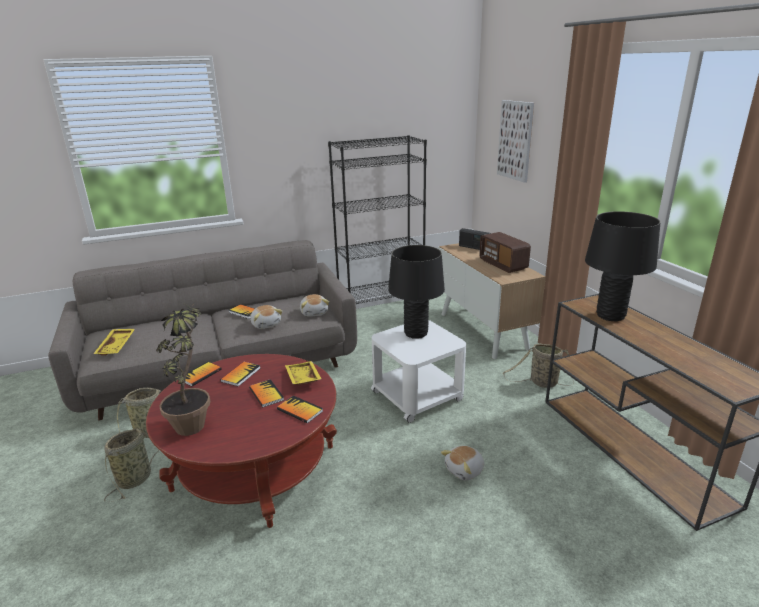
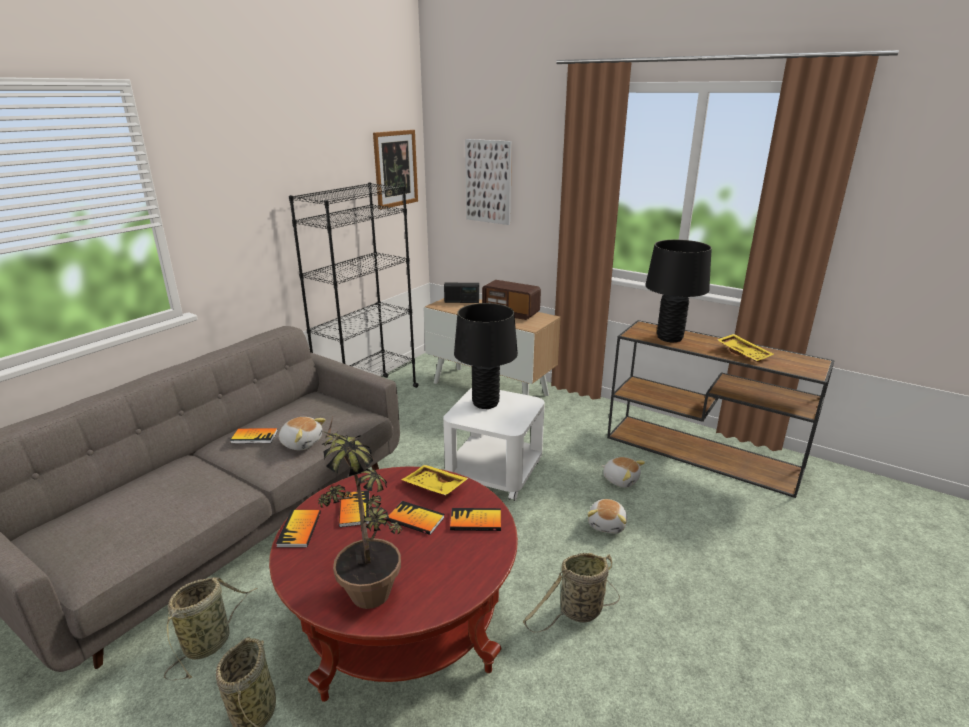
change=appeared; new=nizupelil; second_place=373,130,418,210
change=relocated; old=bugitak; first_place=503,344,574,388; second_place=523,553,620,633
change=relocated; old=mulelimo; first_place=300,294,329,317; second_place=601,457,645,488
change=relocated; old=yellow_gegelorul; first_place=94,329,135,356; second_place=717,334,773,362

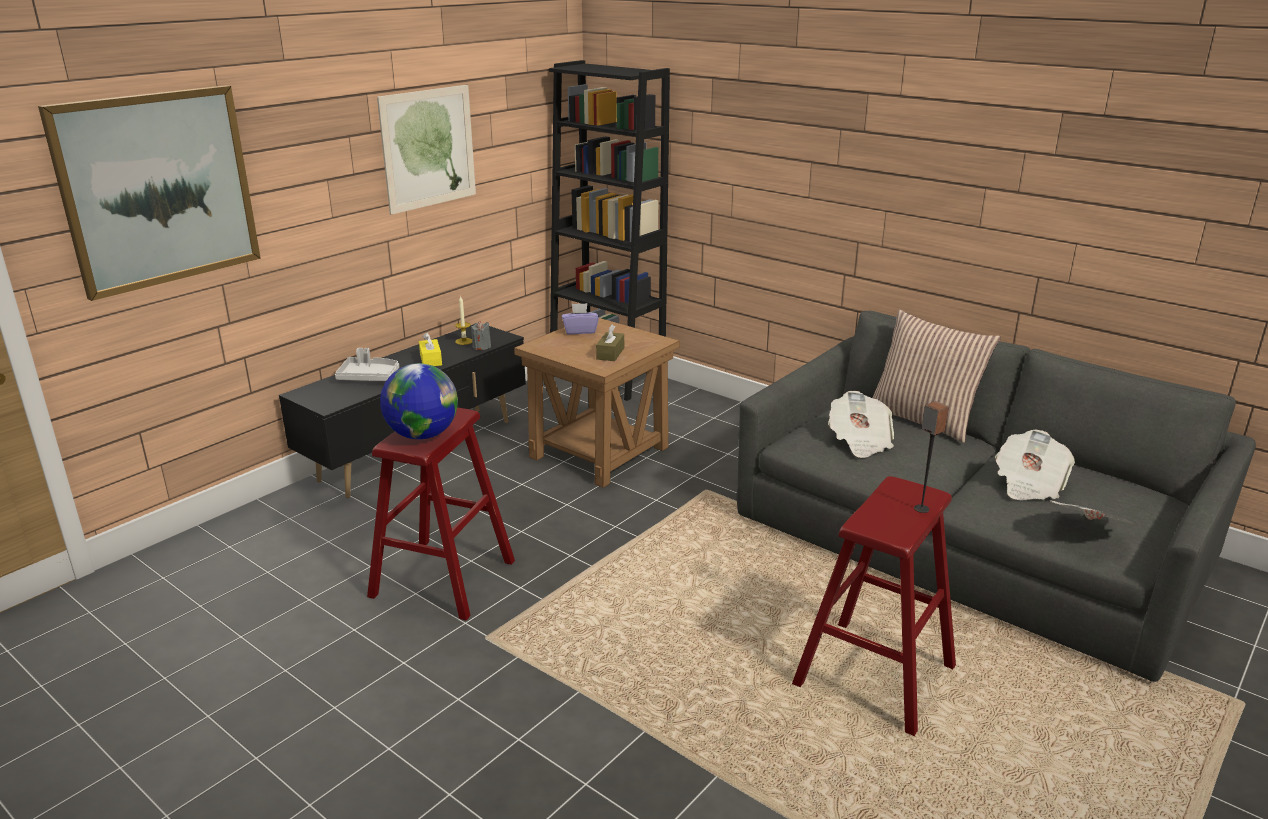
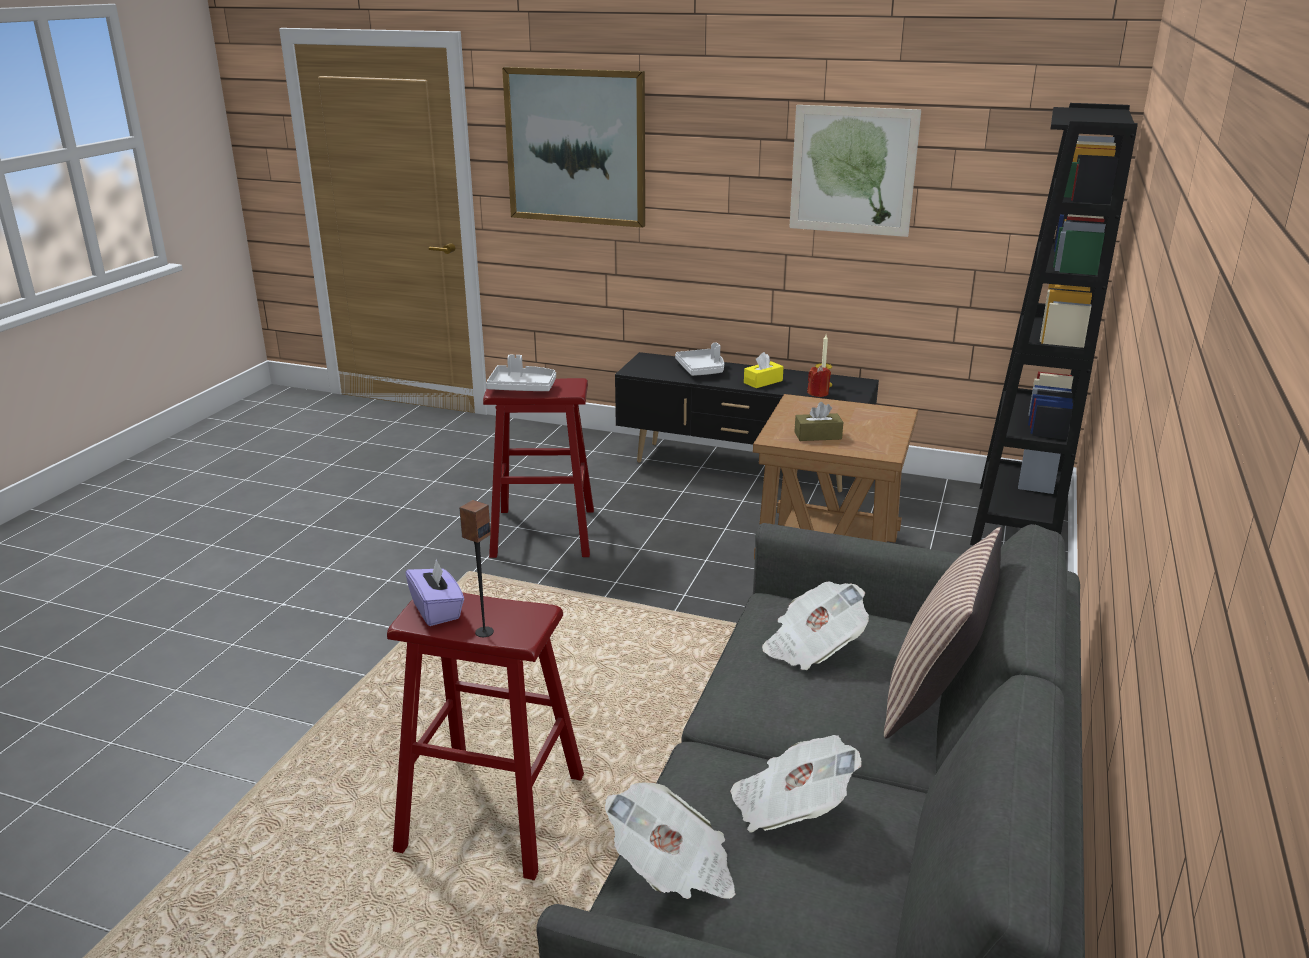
change=relocated; old=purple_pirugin; first_place=562,303,599,335; second_place=405,558,464,626
change=exchanged; old=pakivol; new=grey_gegelorul; first_place=380,363,458,439; second_place=486,355,556,391
change=colour; old=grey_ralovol; new=red_ralovol; first_place=471,321,491,350; second_place=807,365,831,397

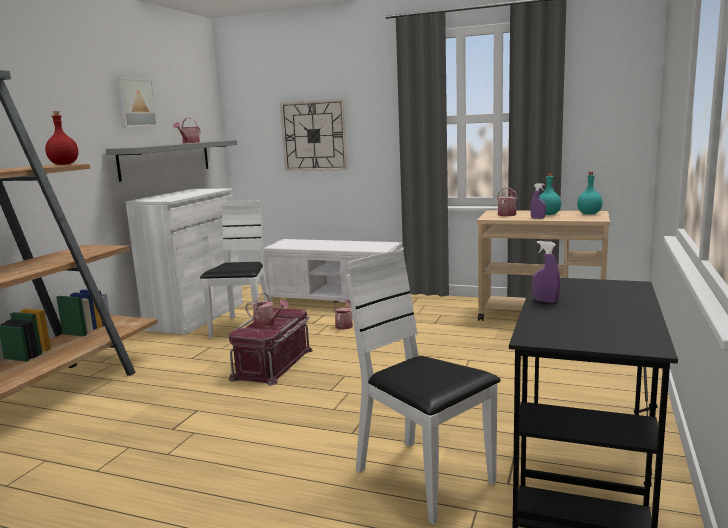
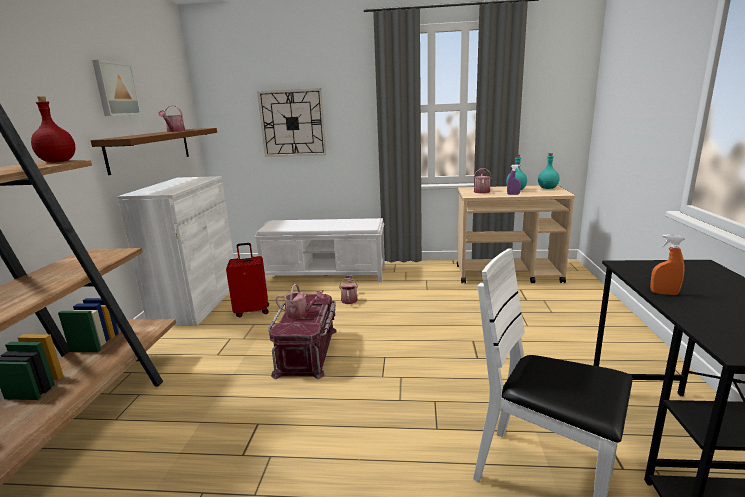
change=colour; old=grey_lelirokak; new=brown_lelirokak; first_place=105,140,237,182; second_place=91,128,217,175
change=exchanged; old=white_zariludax; new=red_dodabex; first_place=200,200,269,338; second_place=226,243,269,318
change=colour; old=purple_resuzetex; new=orange_resuzetex; first_place=533,241,560,303; second_place=650,234,685,295

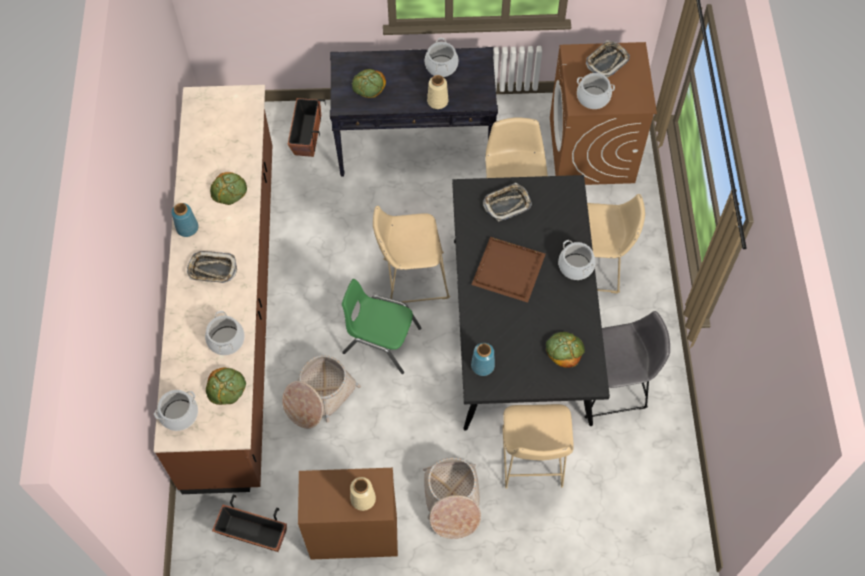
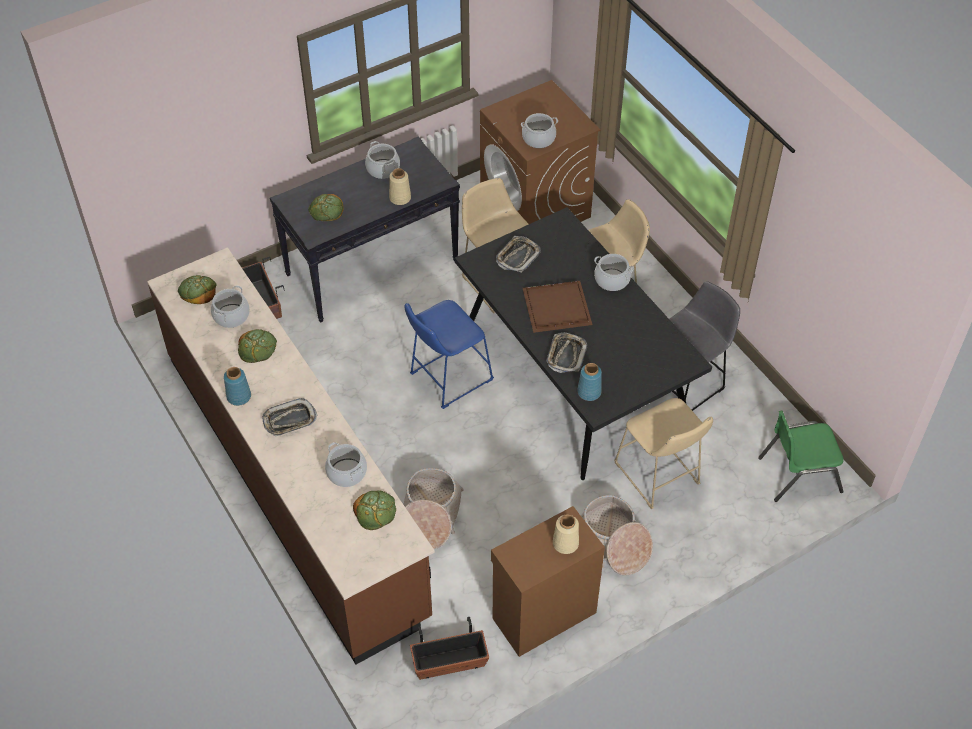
change=relocated; old=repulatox; first_place=546,332,585,368; second_place=178,275,217,304
change=relocated; old=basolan; first_place=154,390,198,431; second_place=211,285,250,328
change=colour; old=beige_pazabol; new=blue_pazabol; first_place=373,206,450,303; second_place=405,300,494,409
change=relocated; old=gegelorul; first_place=586,40,630,78; second_place=546,333,587,373
change=relocated; old=green_zariludax; first_place=342,279,421,374; second_place=758,410,844,502

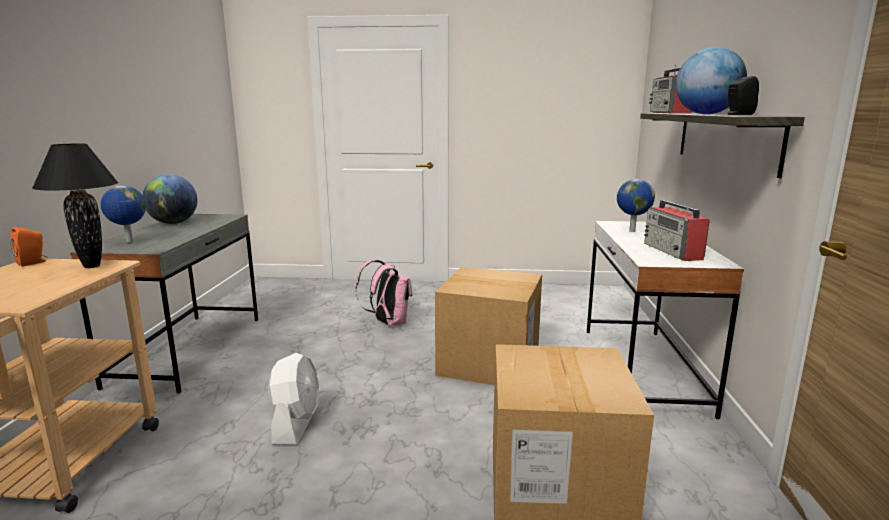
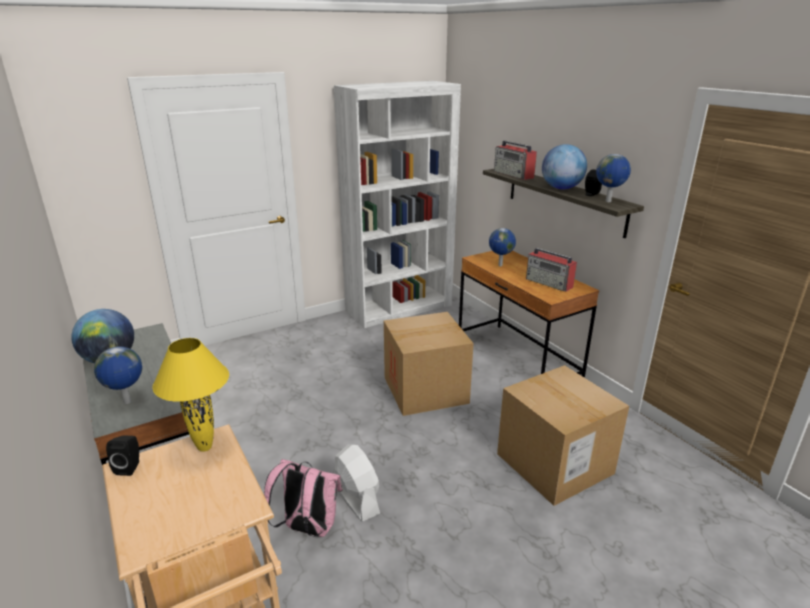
change=colour; old=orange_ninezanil; new=black_ninezanil; first_place=11,227,47,267; second_place=106,436,139,476
change=colour; old=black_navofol; new=yellow_navofol; first_place=32,143,118,268; second_place=152,338,229,452
change=relocated; old=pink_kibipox; first_place=356,260,412,326; second_place=264,459,343,537
change=appeared; new=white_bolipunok; second_place=334,81,461,328
change=colour; old=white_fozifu; new=brown_fozifu; first_place=587,221,744,419; second_place=459,251,599,378
change=appeared; new=pakivol; second_place=596,154,631,202

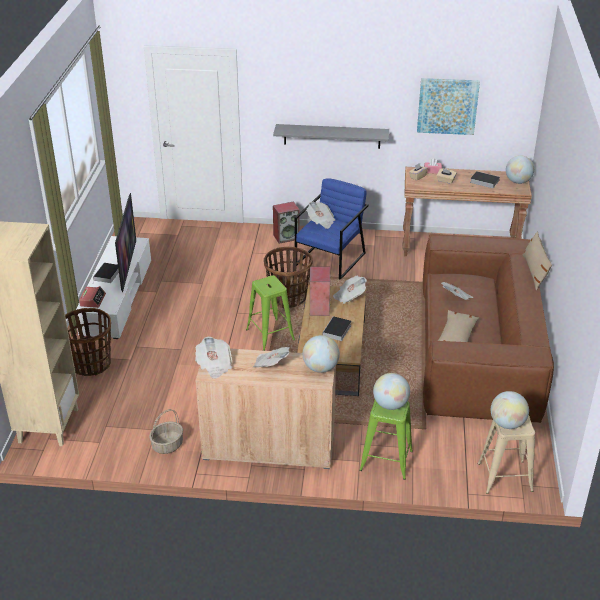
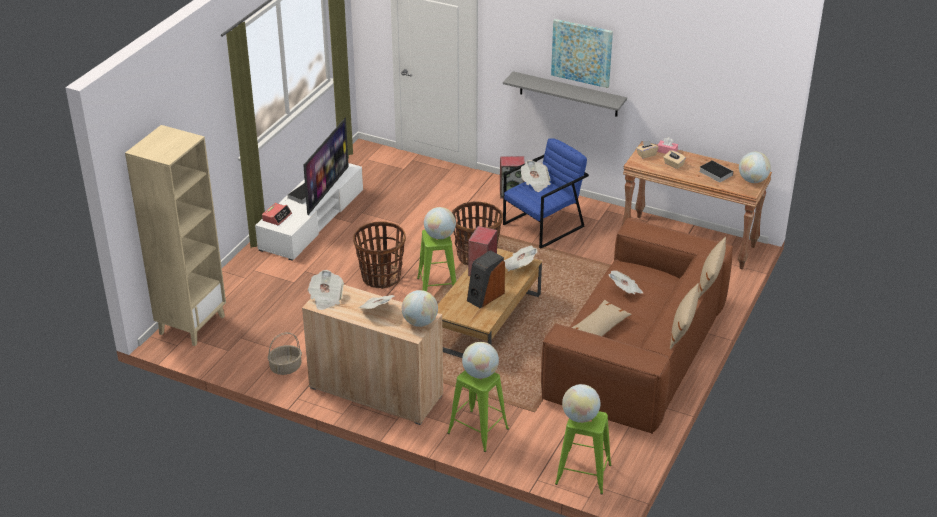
change=relocated; old=bugitak; first_place=65,308,111,376; second_place=353,221,406,289
change=appeared; new=pakivol; second_place=424,207,456,239
change=exchanged; old=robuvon; new=ninezanil; first_place=323,316,352,341; second_place=467,250,505,308
change=relocated; old=nizupelil; first_place=417,78,480,135; second_place=551,19,613,88
change=colour; old=beige_pazabol; new=green_pazabol; first_place=477,415,535,494; second_place=555,411,612,495
change=appeared; new=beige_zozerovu; second_place=670,283,699,349

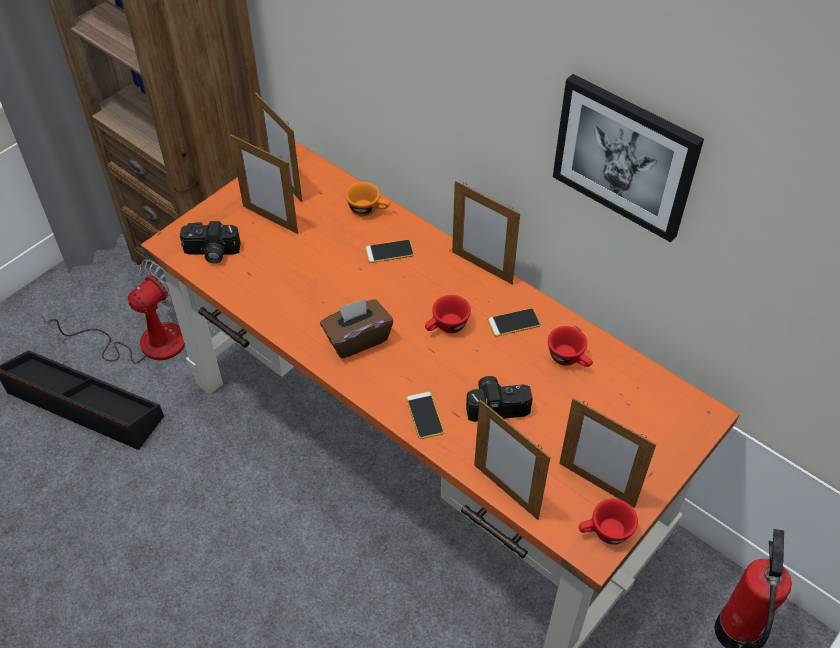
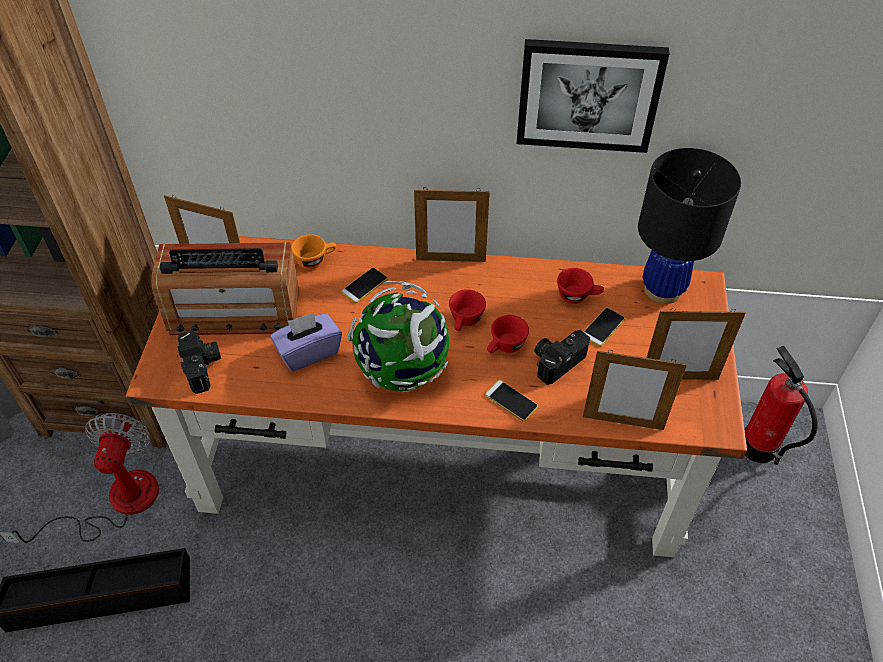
change=exchanged; old=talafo; new=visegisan; first_place=230,134,298,234; second_place=151,242,299,335
change=spun; old=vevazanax; first_place=180,221,241,264; second_place=178,330,221,394; degrees=-75
change=appeared; new=purple_pirugin; second_place=270,312,342,371
change=exchanged; old=brown_pirugin; new=pakivol; first_place=320,298,393,359; second_place=348,281,449,392
change=relocated; old=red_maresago; first_place=579,499,638,545; second_place=487,315,529,354
change=relocated; old=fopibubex; first_place=488,308,541,337; second_place=584,308,625,347
change=appeared; new=black_navofol; second_place=638,148,741,304

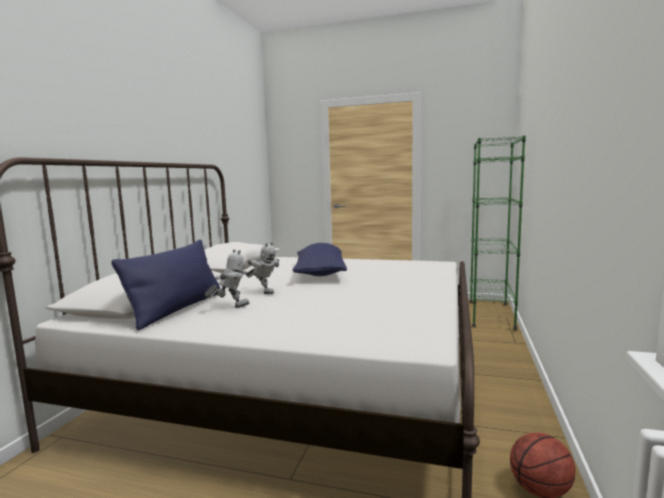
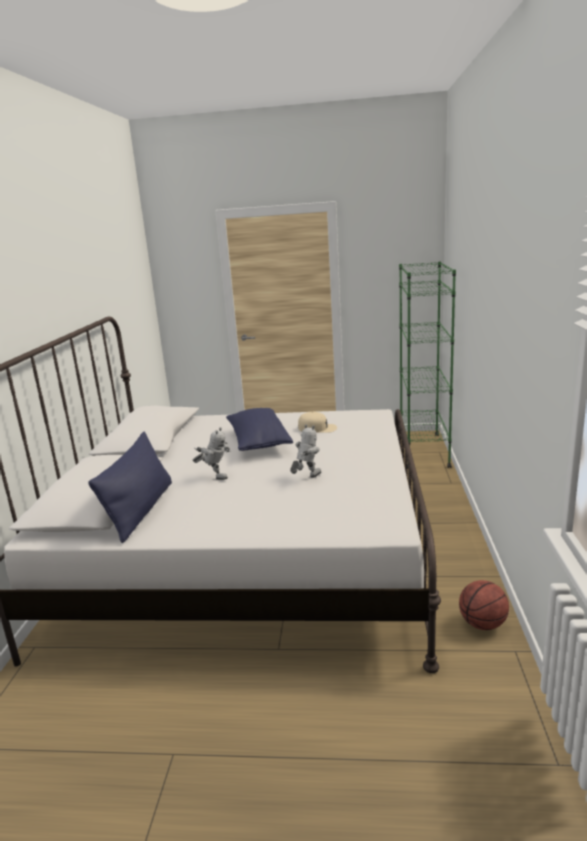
change=relocated; old=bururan; first_place=205,249,249,308; second_place=290,424,321,478
change=appeared; new=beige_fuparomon; second_place=298,412,337,433

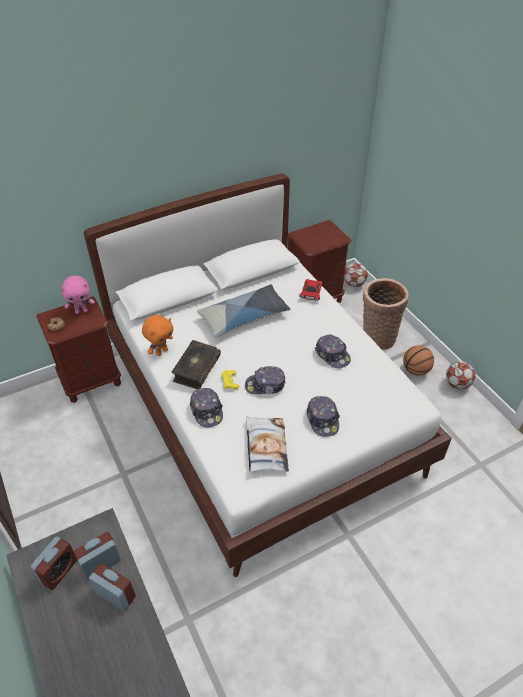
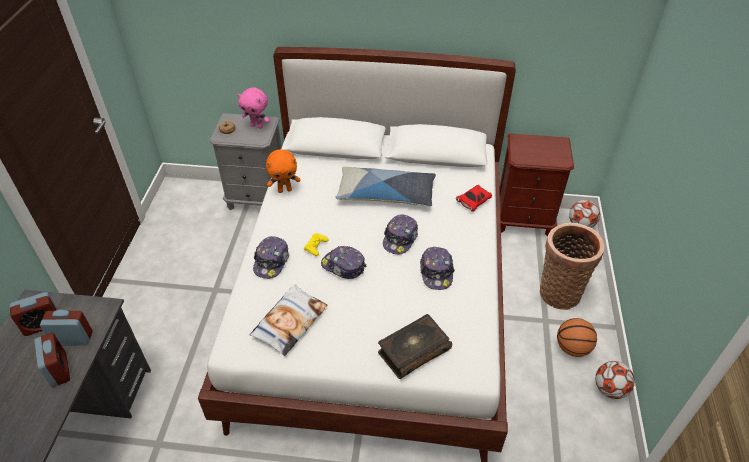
change=colour; old=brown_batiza; new=grey_batiza; first_place=36,296,121,403; second_place=209,113,281,210
change=relocated; old=robuvon; first_place=172,340,221,389; second_place=378,314,452,379
change=relocated; old=fuparomon; first_place=306,396,340,437; second_place=383,214,418,254

